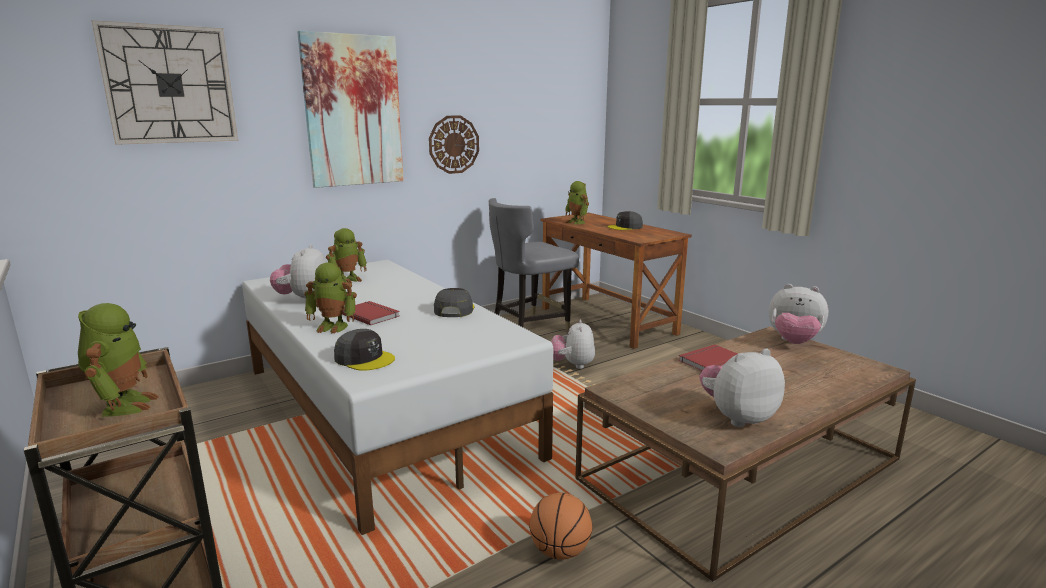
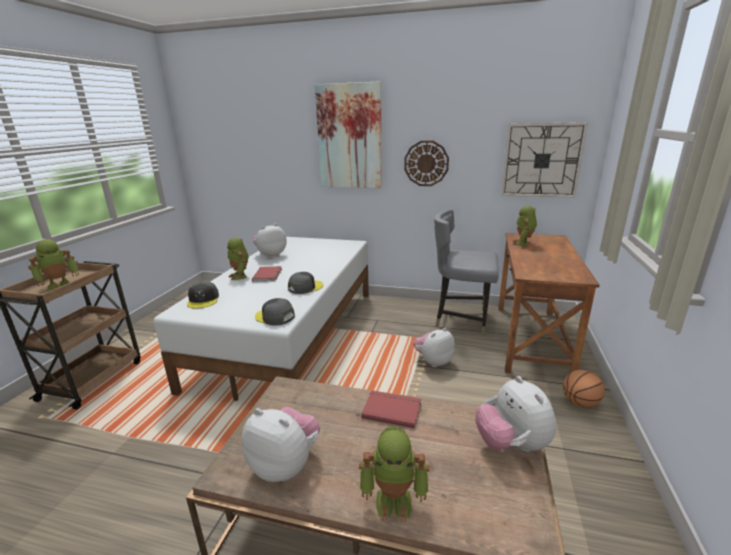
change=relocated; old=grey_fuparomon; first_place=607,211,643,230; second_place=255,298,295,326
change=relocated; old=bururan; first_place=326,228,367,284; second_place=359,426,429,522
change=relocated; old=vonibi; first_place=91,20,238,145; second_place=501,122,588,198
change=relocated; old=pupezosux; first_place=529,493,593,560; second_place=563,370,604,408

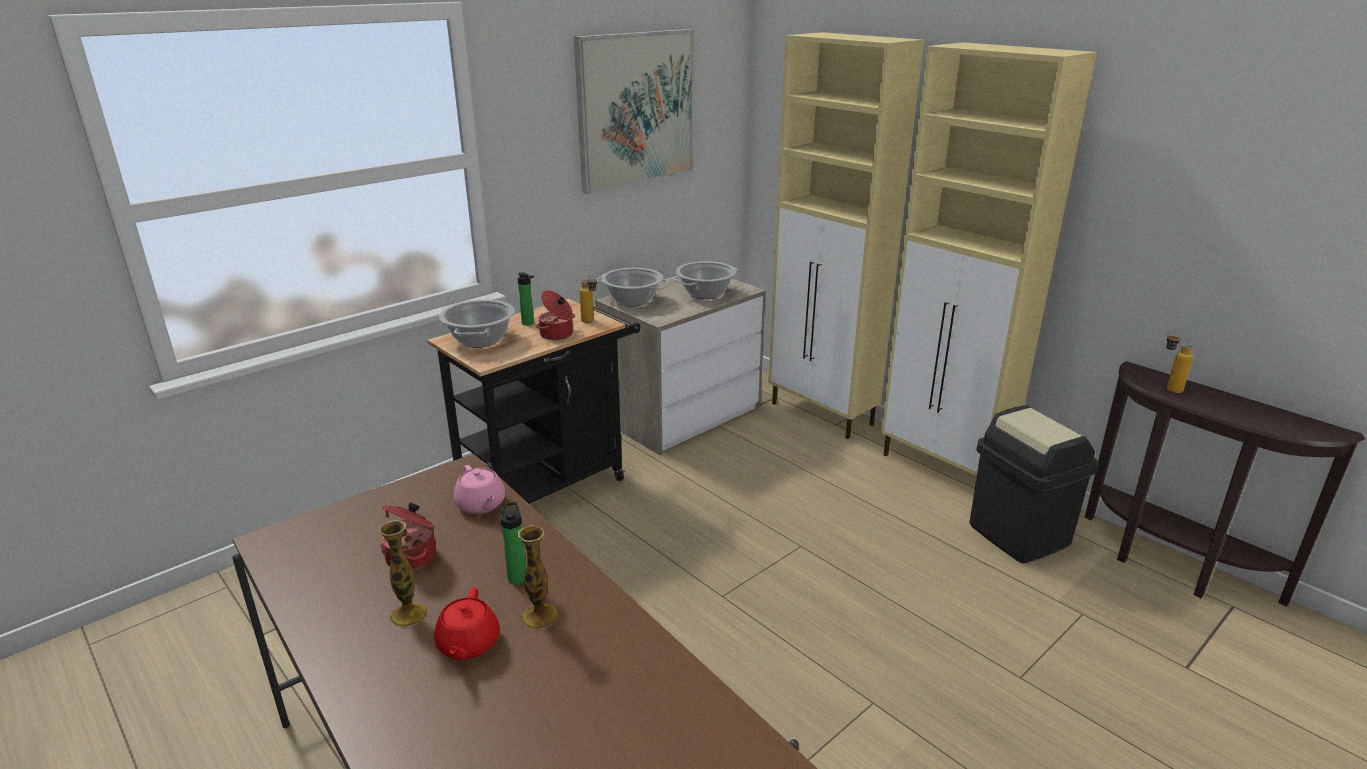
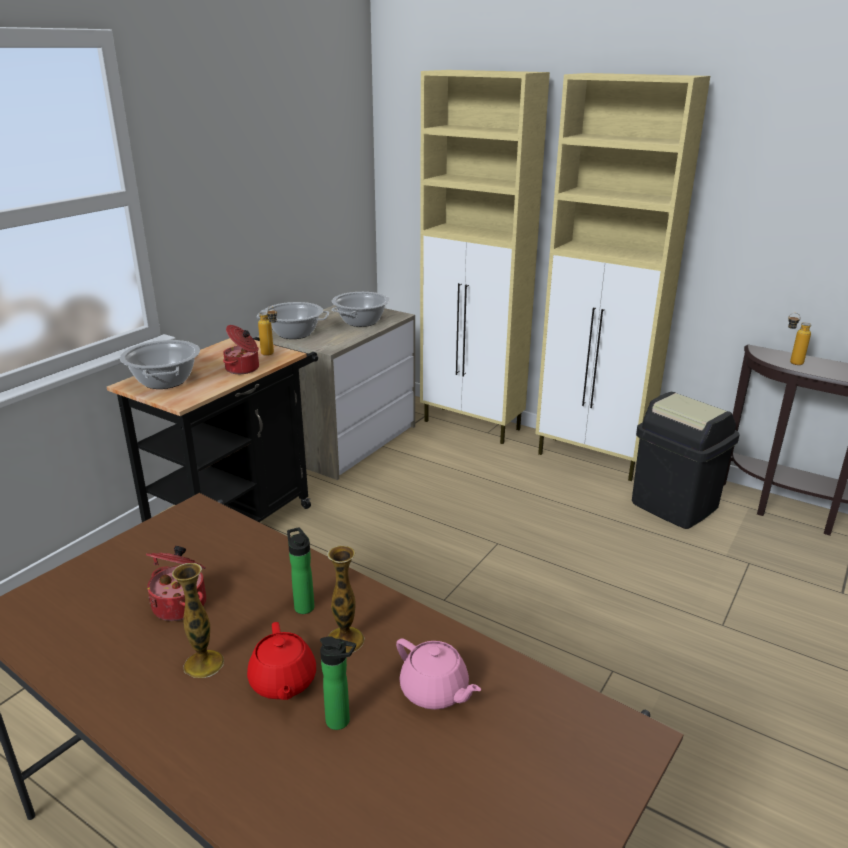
change=relocated; old=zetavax; first_place=518,272,534,326; second_place=320,636,356,730
change=relocated; old=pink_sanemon; first_place=453,465,505,514; second_place=396,638,481,710
change=missing; old=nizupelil; first_place=574,29,695,194

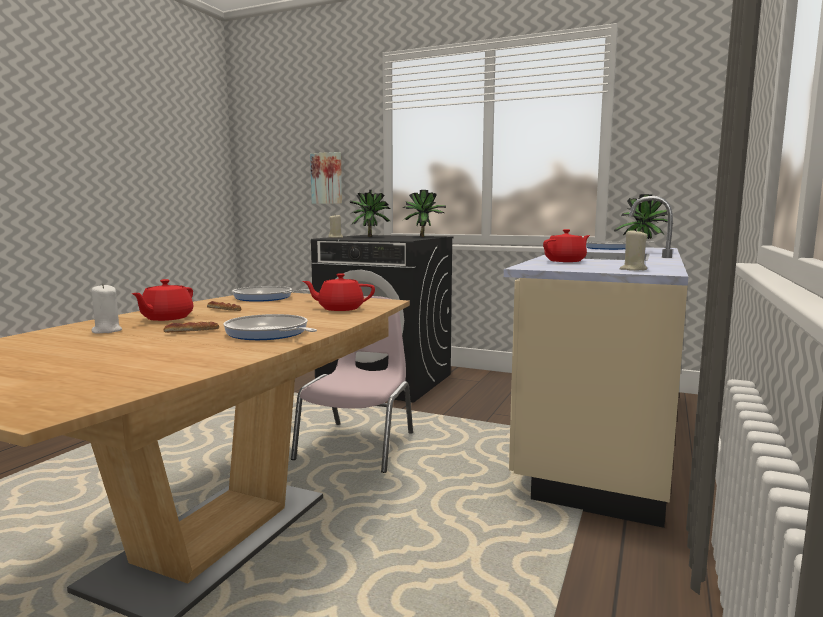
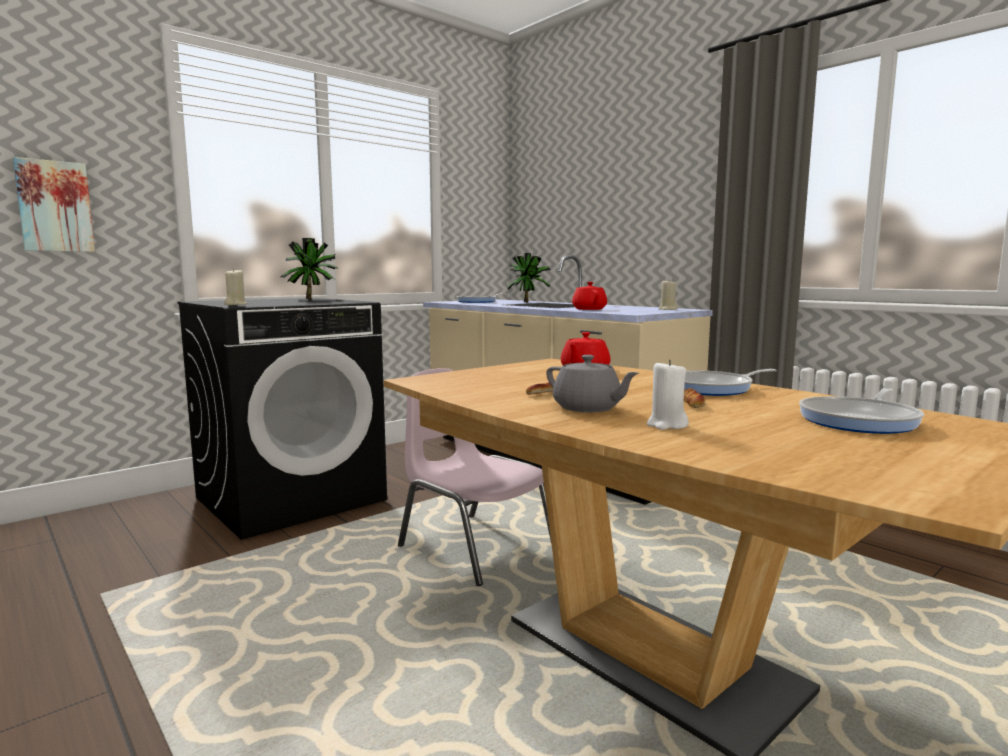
change=colour; old=red_sanemon; new=grey_sanemon; first_place=131,279,194,321; second_place=546,355,639,412
change=relocated; old=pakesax; first_place=232,286,310,302; second_place=799,388,924,434
change=missing; old=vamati; first_place=350,190,390,237

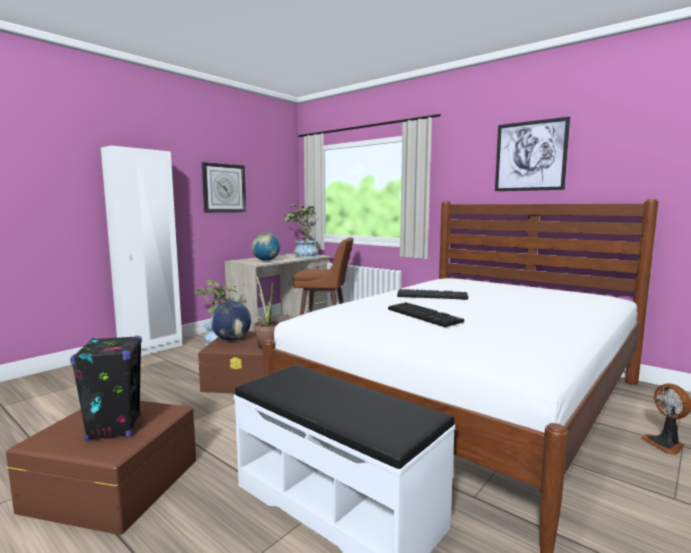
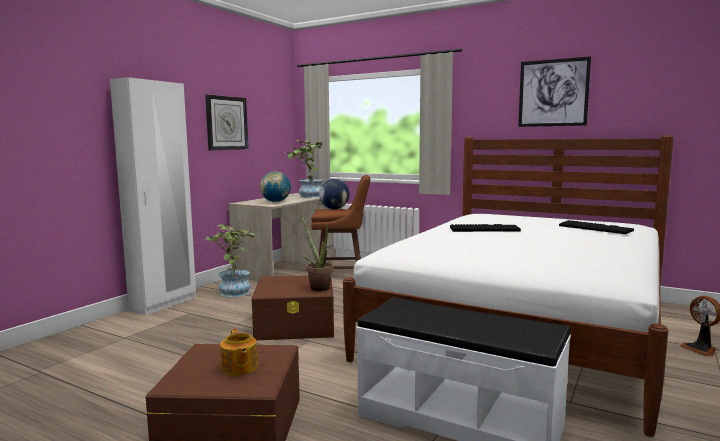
change=exchanged; old=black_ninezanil; new=sanemon; first_place=70,335,142,441; second_place=220,329,258,376
change=relocated; old=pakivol; first_place=211,301,251,340; second_place=319,179,350,209
change=relocated; old=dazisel; first_place=388,302,464,327; second_place=559,220,634,234

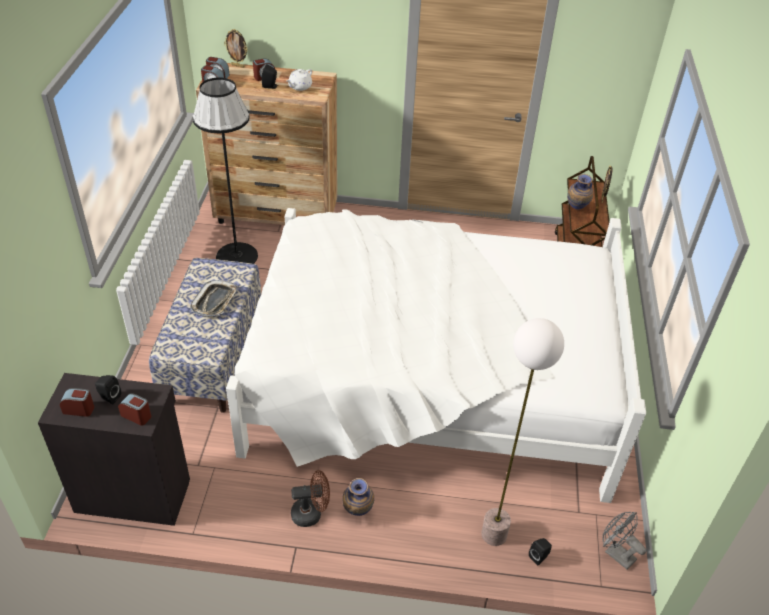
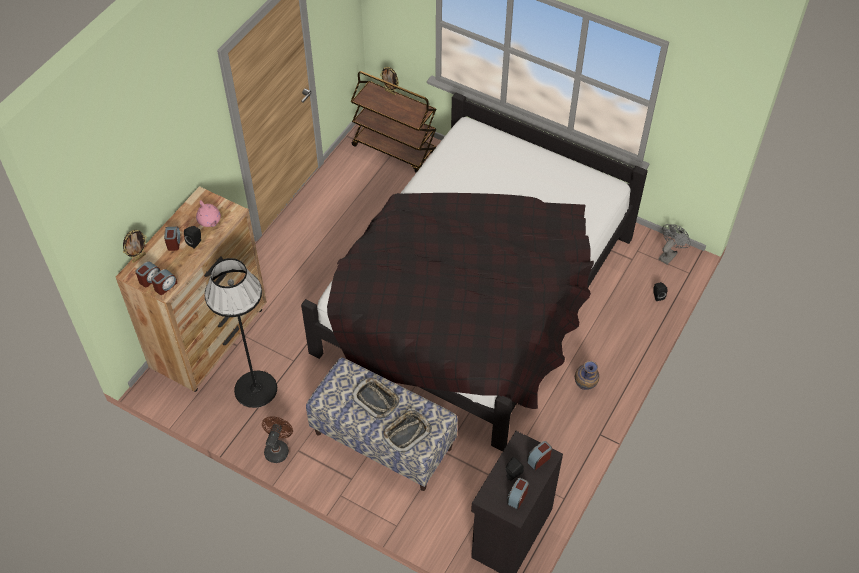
change=colour; old=white_sanemon; new=pink_sanemon; first_place=286,69,312,91; second_place=196,200,221,227
change=relocated; old=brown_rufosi; first_place=291,470,330,527; second_place=262,416,293,463
change=colour; old=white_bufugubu; new=black_bufugubu; first_place=226,208,646,503; second_place=301,93,648,451
change=appeared; new=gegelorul; second_place=382,409,432,454
change=spun; old=grey_rufosi; first_place=603,512,646,570; second_place=658,224,691,265; degrees=150
change=missing; old=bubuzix; first_place=481,318,564,546
change=missing; old=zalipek; first_place=567,174,593,210

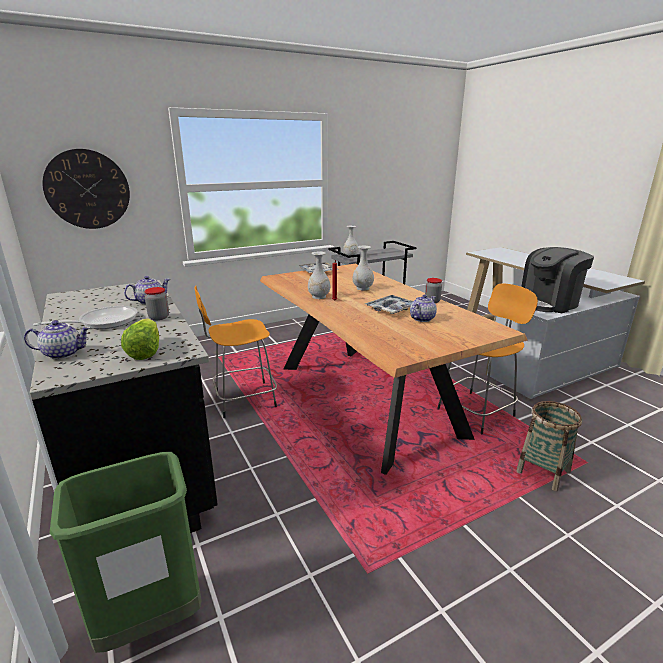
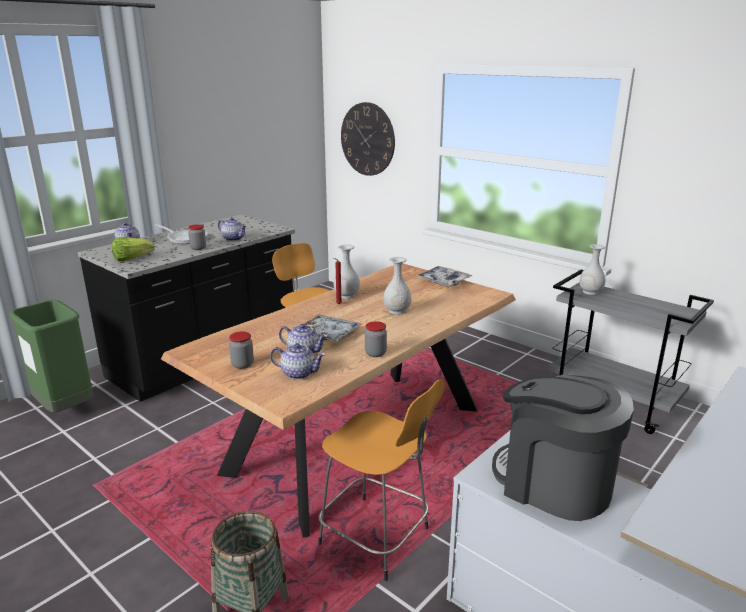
change=appeared; new=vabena; second_place=229,331,254,369
change=appeared; new=sanemon; second_place=270,343,326,380

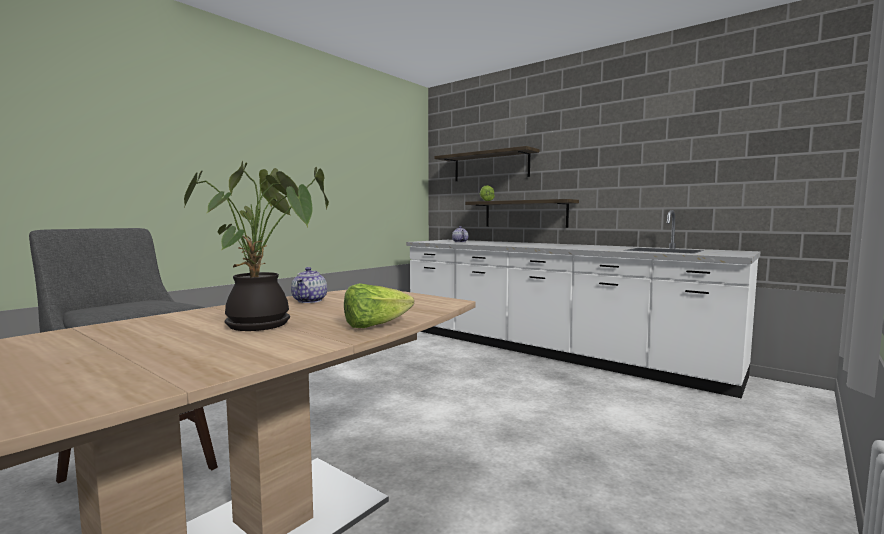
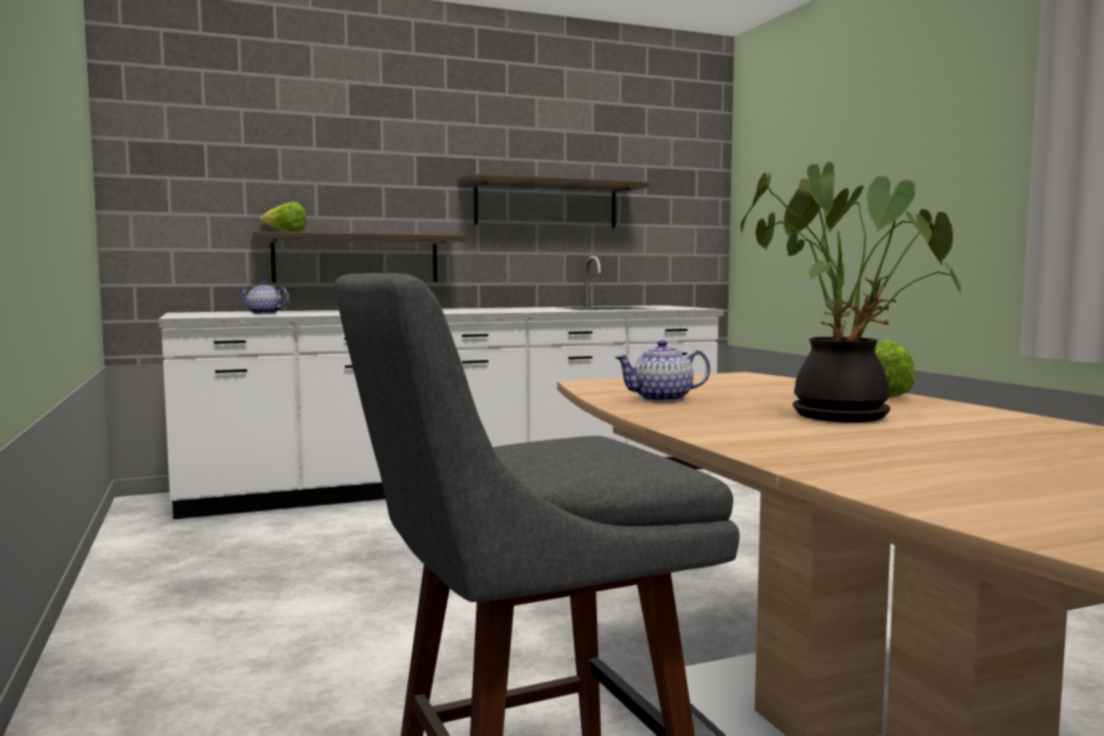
change=relocated; old=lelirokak; first_place=434,146,539,181; second_place=458,174,649,228
change=spun; old=sanemon; first_place=291,267,327,303; second_place=615,340,710,402; degrees=135

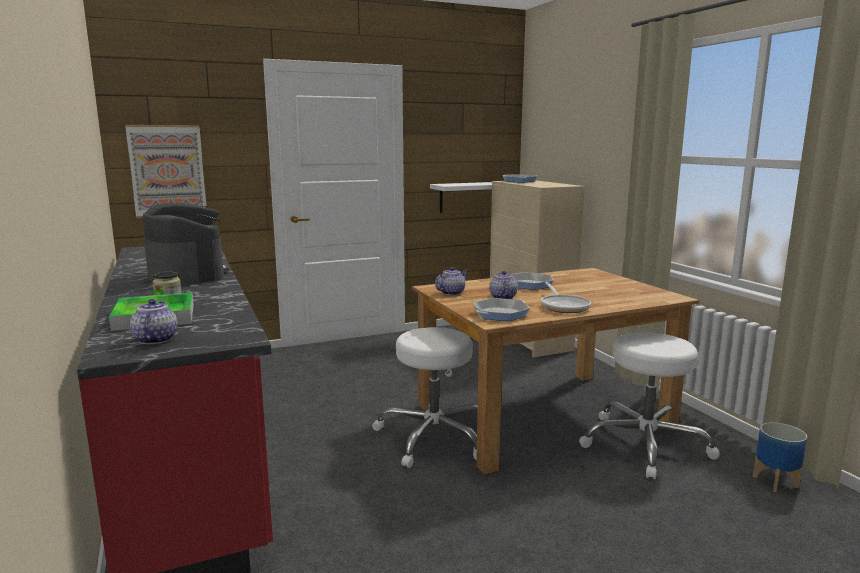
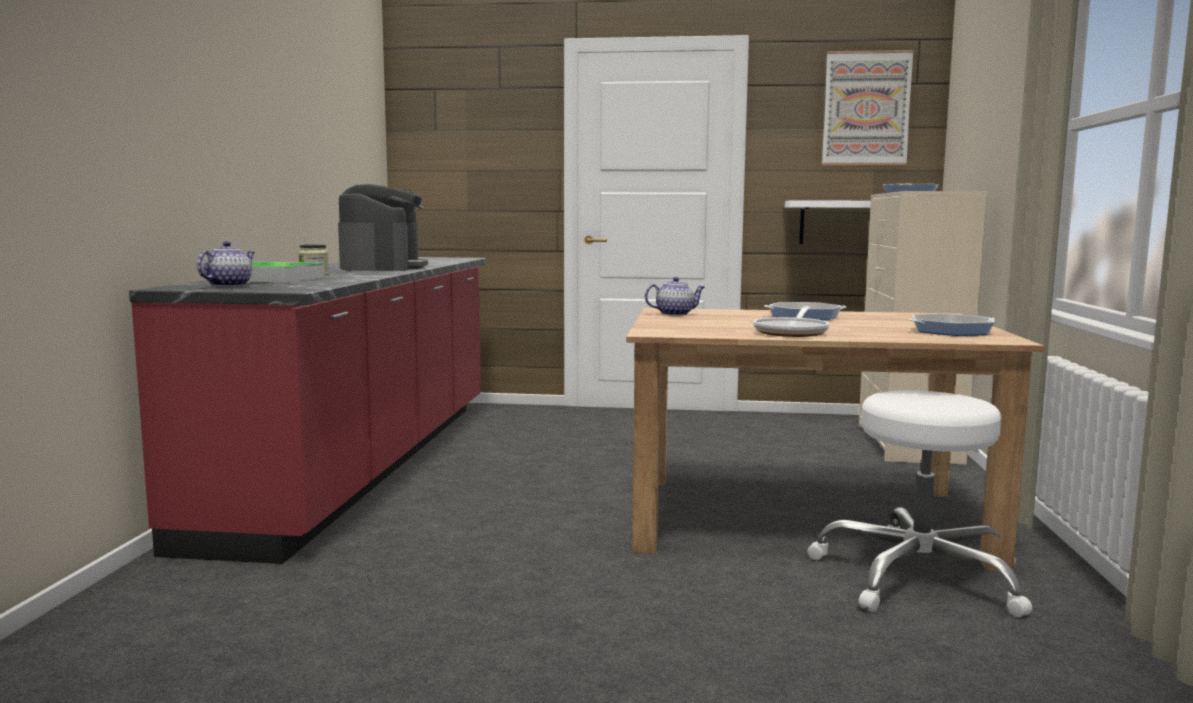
change=relocated; old=nizupelil; first_place=125,125,207,218; second_place=822,50,914,165
change=relocated; old=pakesax; first_place=473,298,530,321; second_place=909,314,996,336
change=missing; old=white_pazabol; first_place=372,327,478,468
change=missing; old=sanemon; first_place=489,271,518,299
change=missing; old=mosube; first_place=753,422,807,492

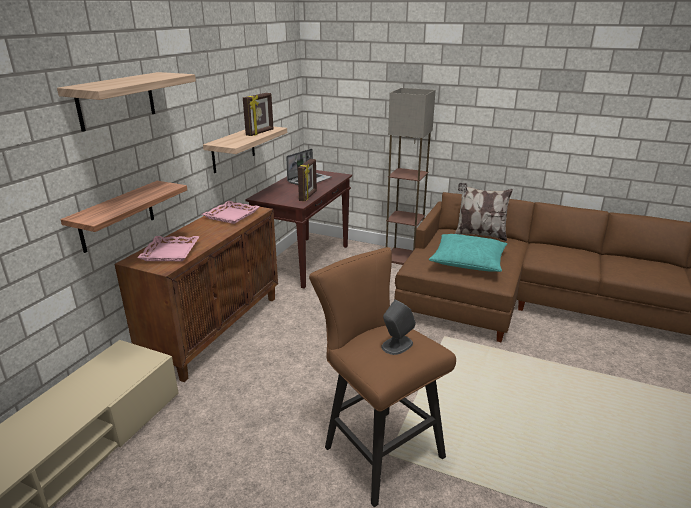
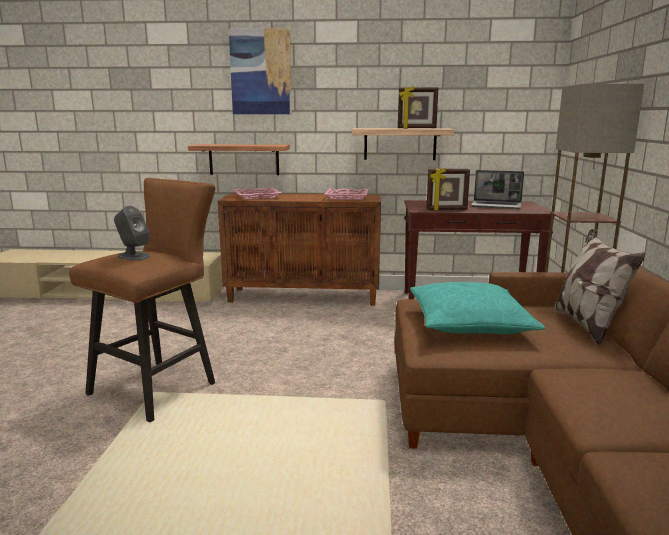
change=exchanged; old=lelirokak; new=nizupelil; first_place=57,72,196,132; second_place=229,28,292,114

